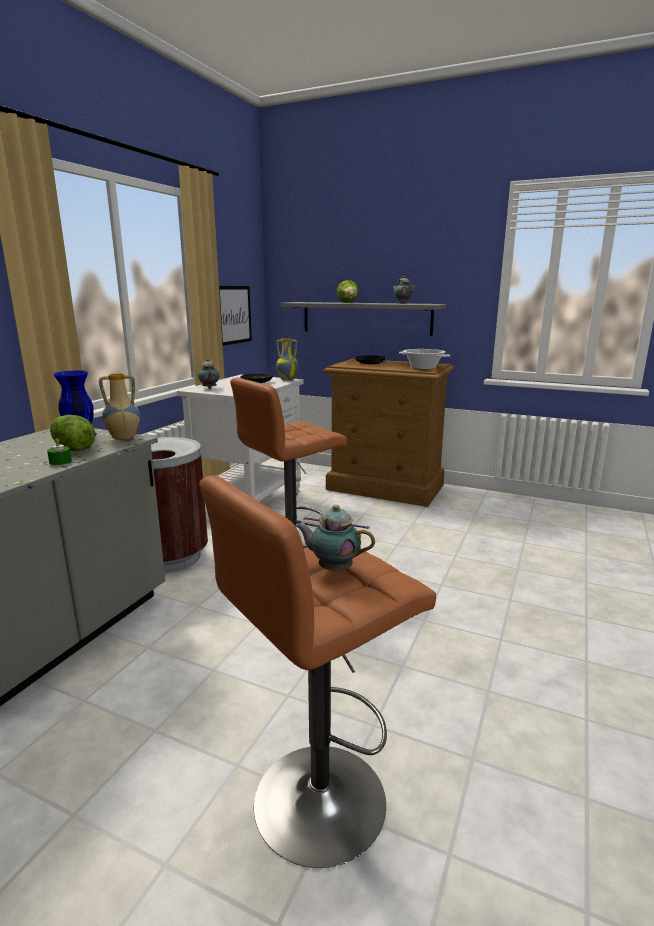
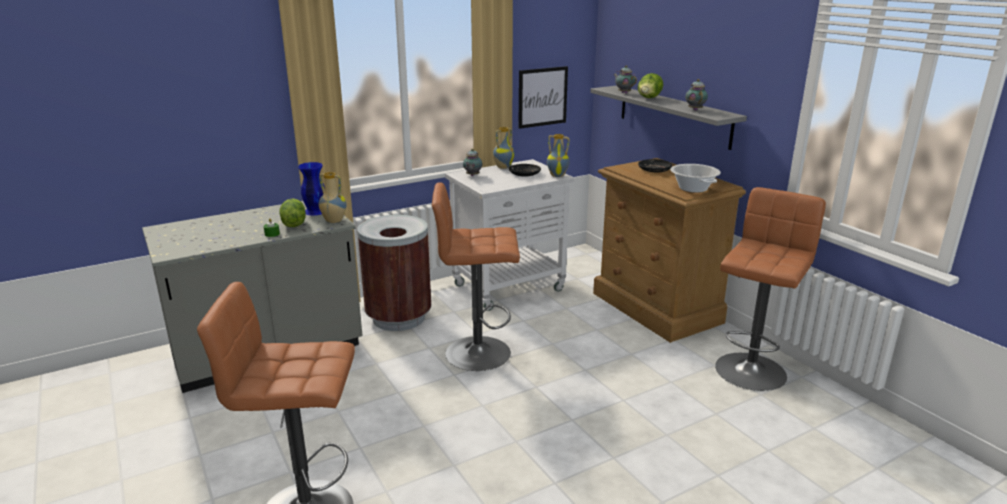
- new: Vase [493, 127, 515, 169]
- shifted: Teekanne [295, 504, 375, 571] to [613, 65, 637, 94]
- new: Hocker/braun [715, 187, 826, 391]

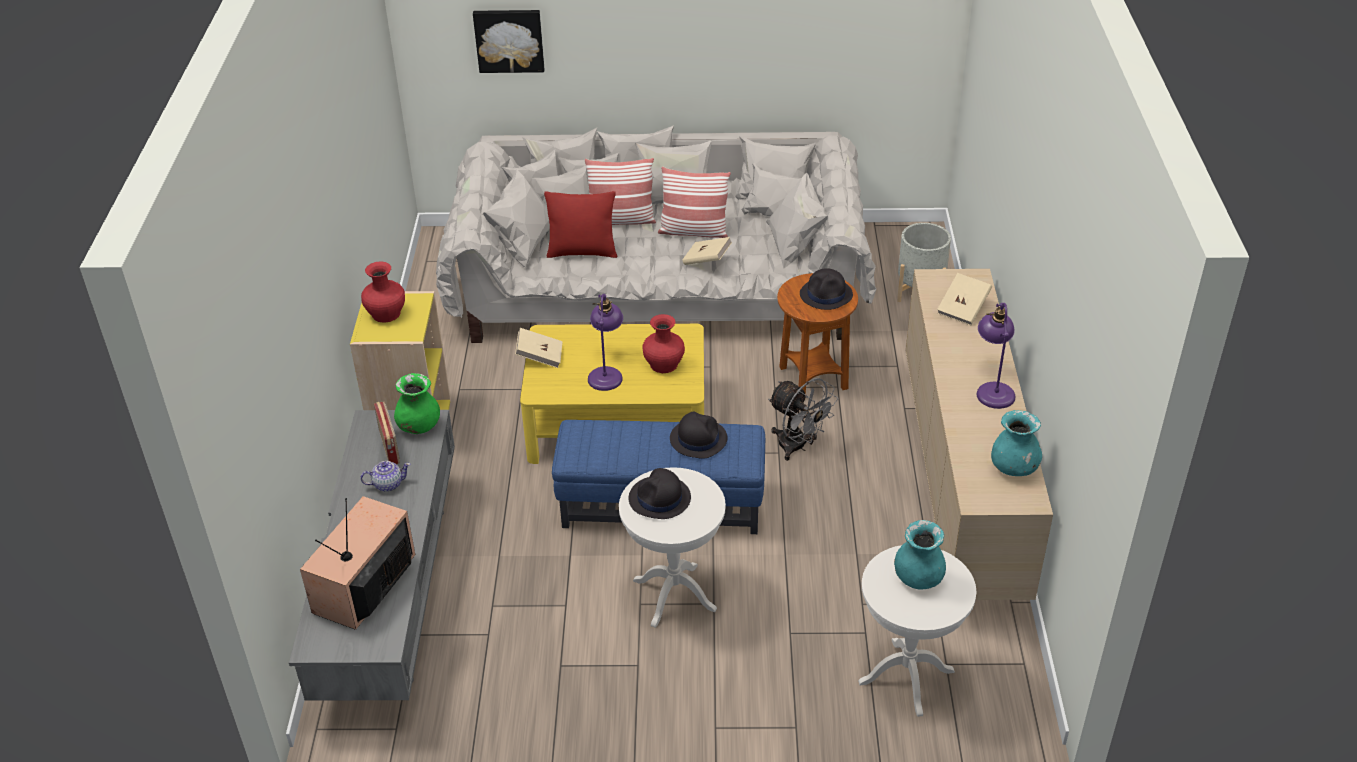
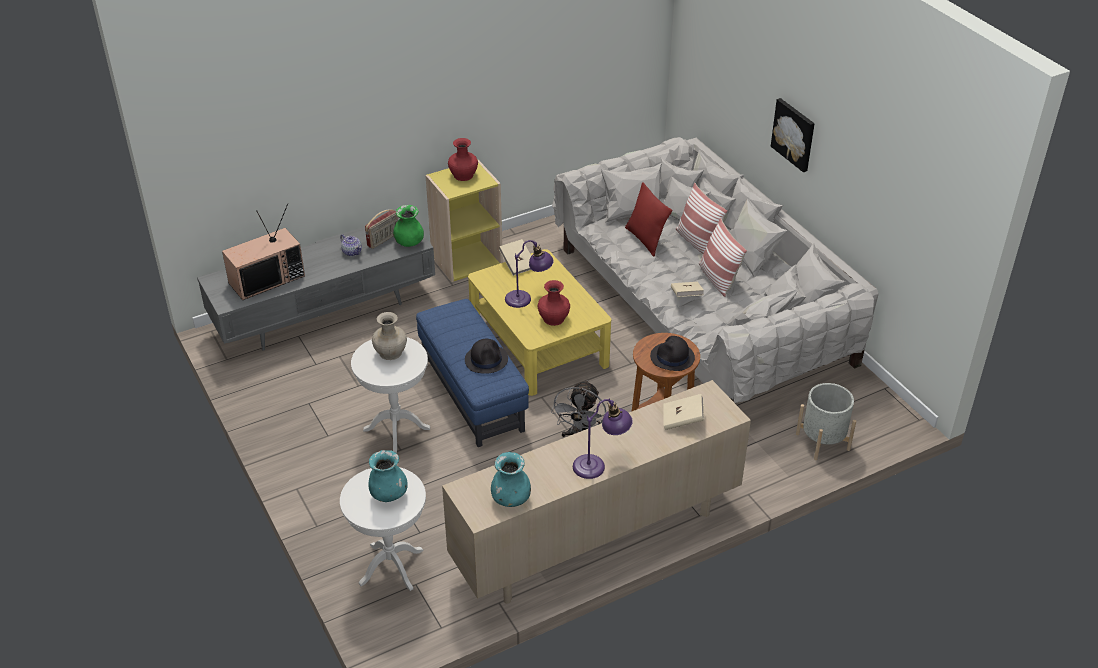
- rotated: Fernseher [300, 496, 415, 630] = [222, 203, 305, 300] 150 degrees clockwise
- swapped: Hut/schwarz [629, 468, 691, 519] to Vase/beige [372, 312, 407, 360]
- shifted: Bild [473, 10, 544, 73] to [771, 98, 815, 172]

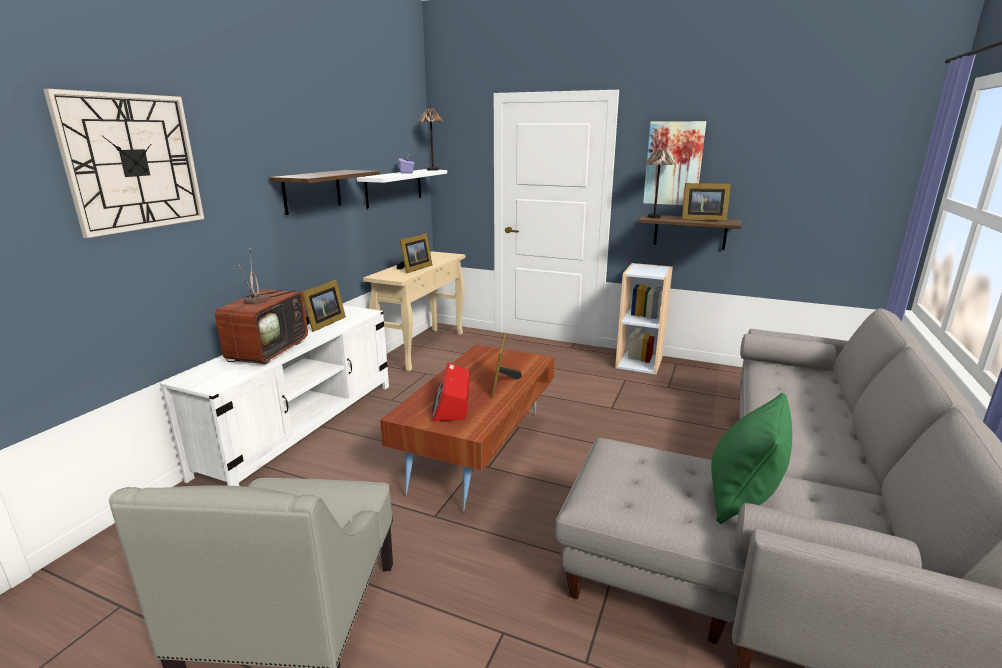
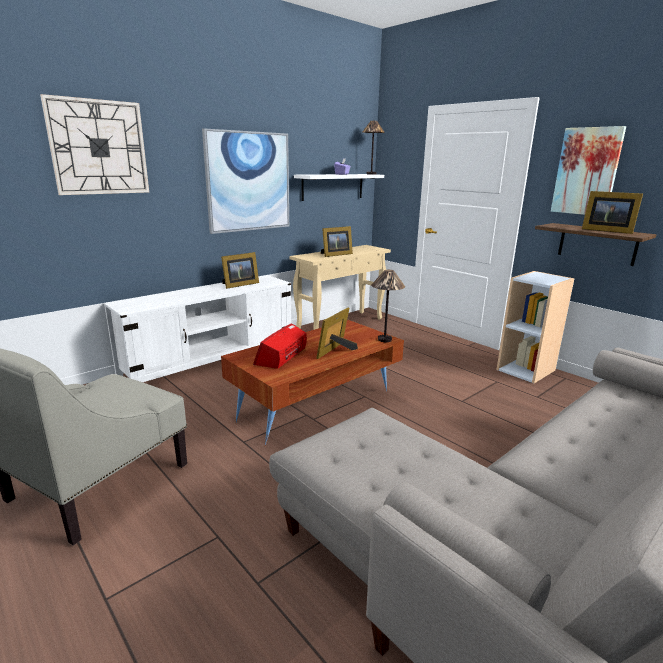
- swapped: Wandregal [270, 170, 380, 215] to Bild [202, 128, 289, 234]
- shifted: Tischlampe [644, 149, 675, 218] to [371, 270, 405, 342]
- gone: Fernseher [215, 248, 308, 364]
- gone: Kissen/grün [711, 393, 792, 524]

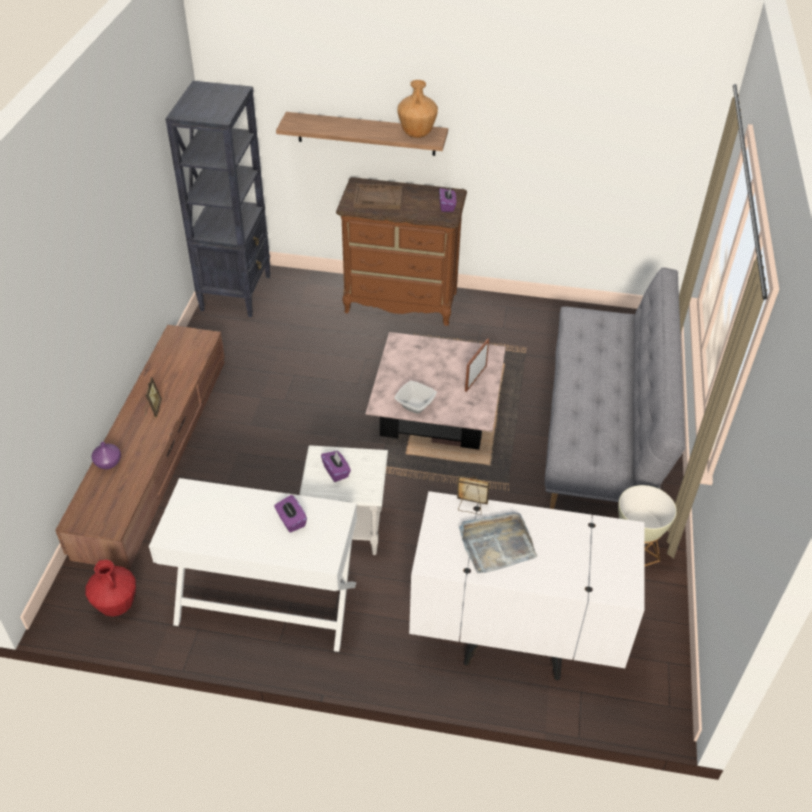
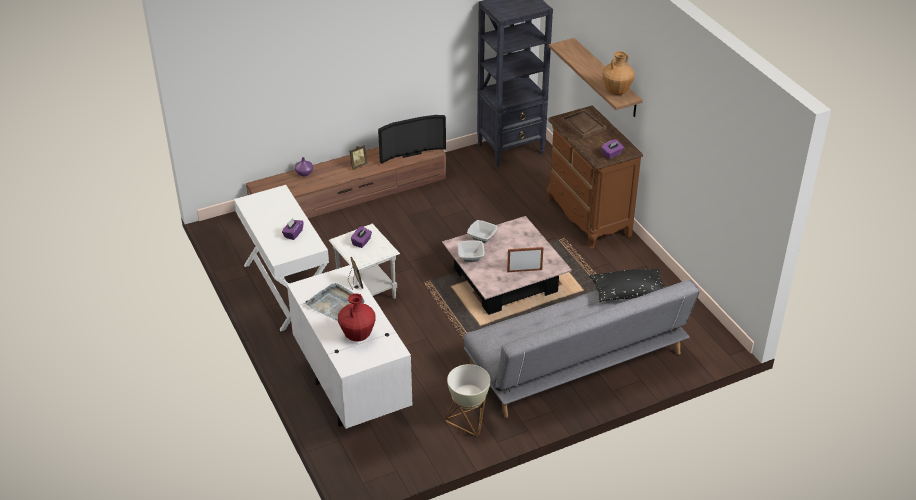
- shifted: Vase/rot [85, 560, 136, 617] to [338, 293, 375, 342]
- new: Fernseher [378, 115, 446, 164]
- new: Schüssel [467, 220, 498, 243]
- new: Kissen/schwarz [590, 269, 665, 302]

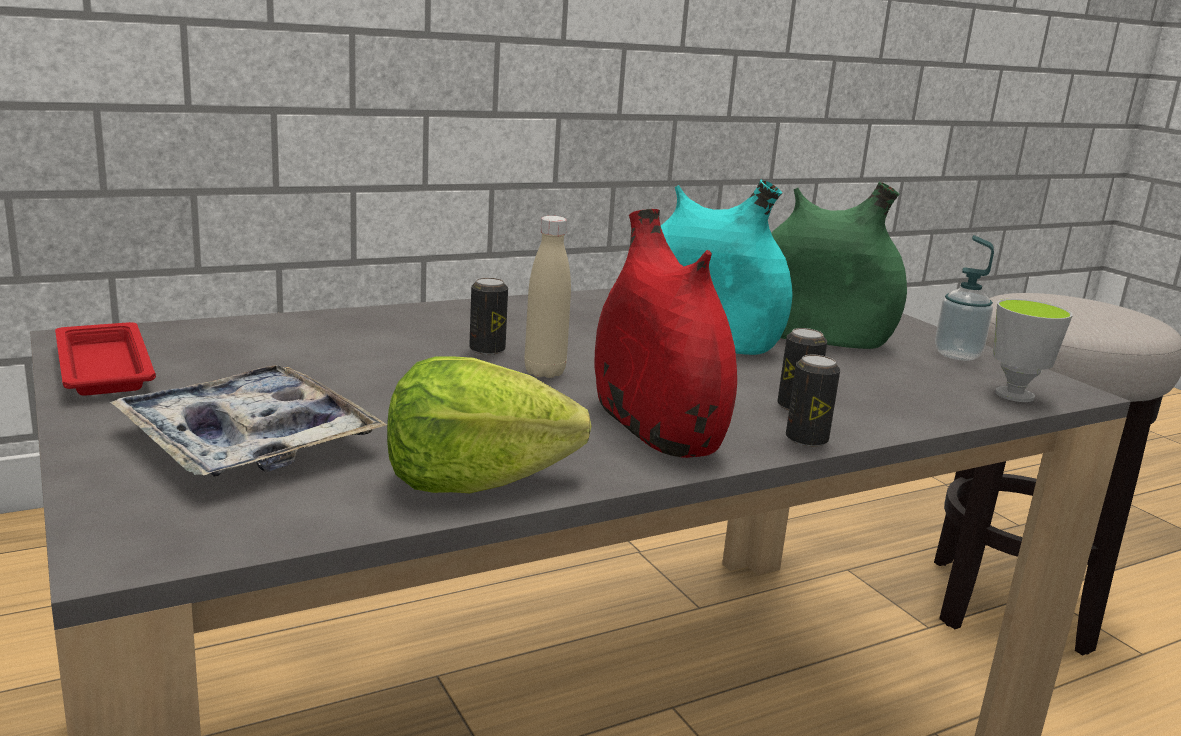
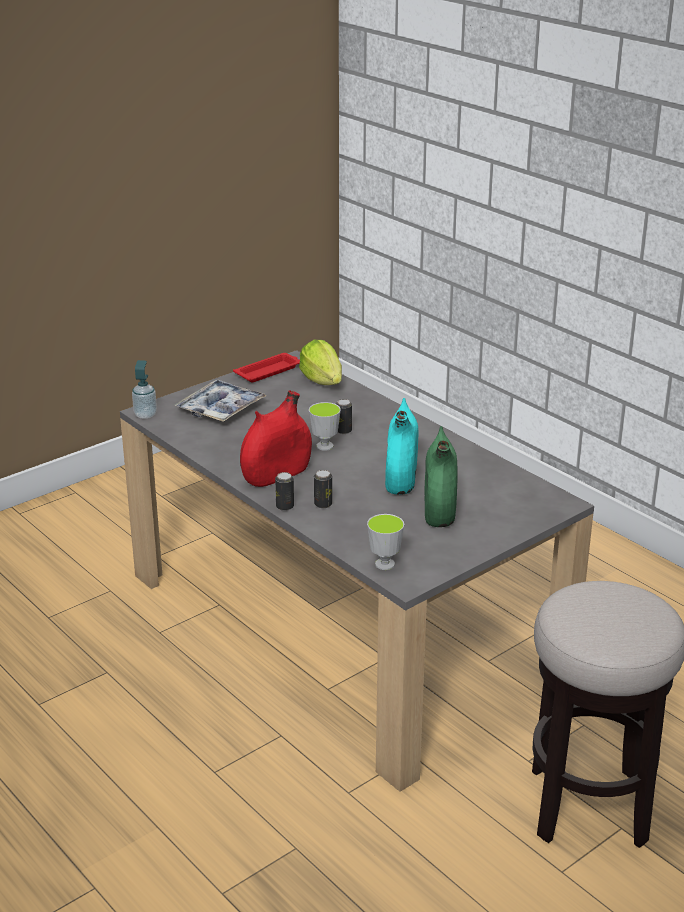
- shifted: Seifenspender [935, 235, 994, 361] to [132, 360, 157, 419]
- shifted: Salatkopf [387, 356, 591, 493] to [299, 340, 342, 385]
- swapped: Flasche/beige [525, 216, 571, 378] to Tasse [309, 402, 341, 451]

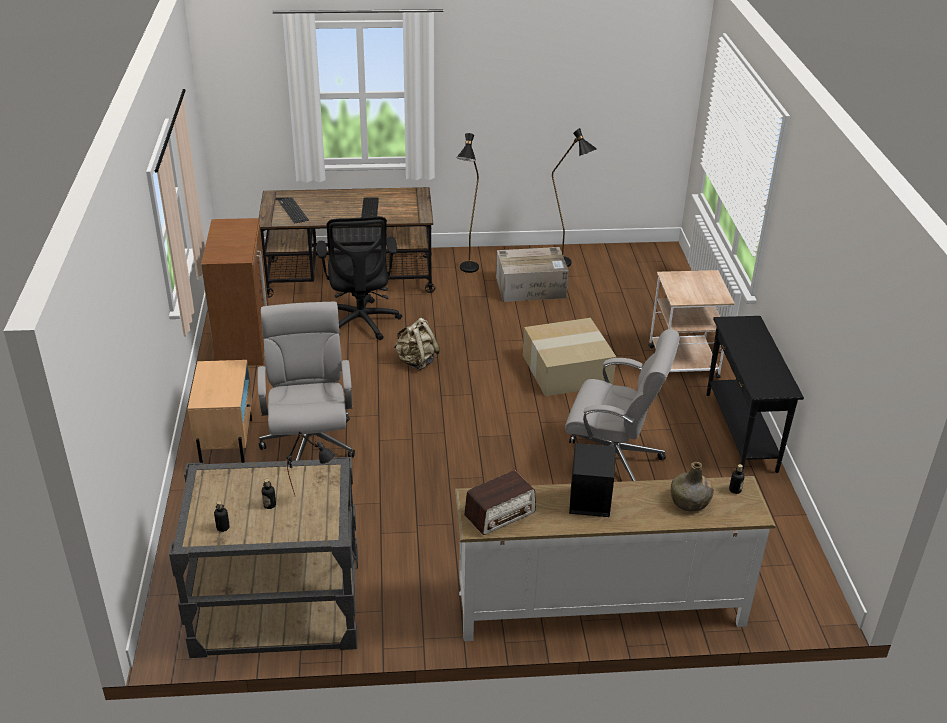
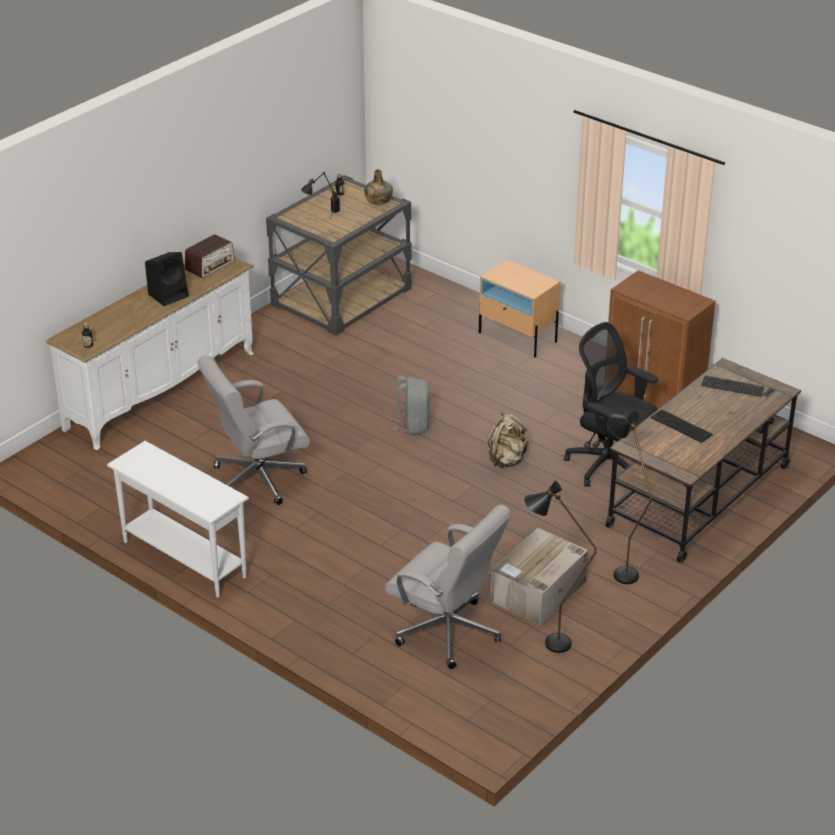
- repainted: Konsolentisch/schwarz [706, 316, 804, 473] to Konsolentisch/weiß [107, 441, 249, 598]
- rotated: Radio [464, 470, 536, 535] = [185, 234, 235, 278] 150 degrees counterclockwise
- shifted: Flasche/grün [671, 462, 714, 512] to [364, 169, 393, 205]
- shifted: Bürostuhl/grau [257, 302, 355, 461] to [385, 505, 511, 669]
- new: Rucksack/grau [390, 376, 430, 435]
- gone: Karton [523, 318, 616, 396]
- gone: Rollwagen/beige [648, 270, 735, 378]

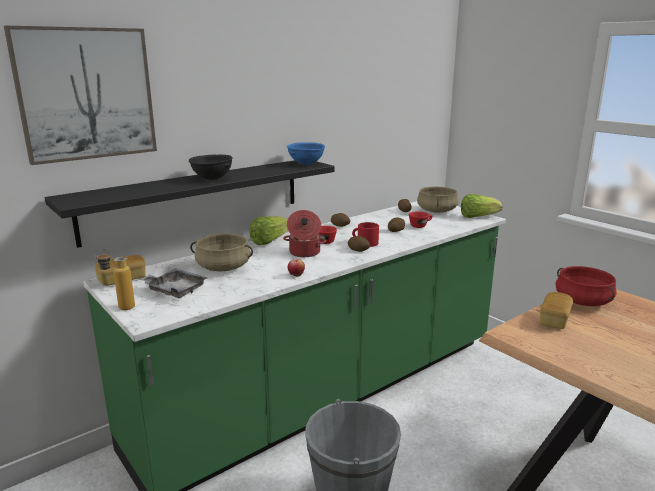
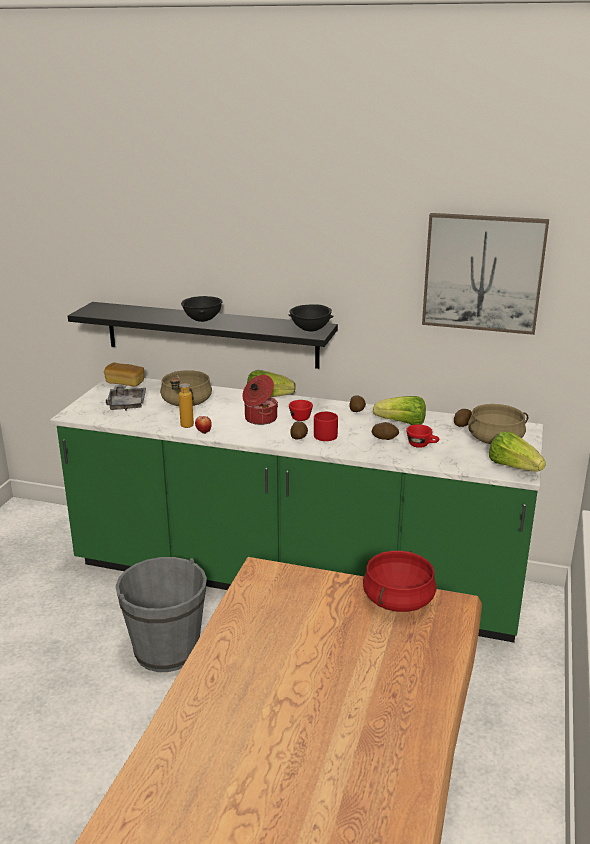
- shifted: Flasche [96, 249, 135, 310] to [170, 373, 194, 428]
- repainted: Schüssel/blau [287, 142, 325, 165] to Schüssel/schwarz [289, 304, 334, 331]
- new: Salatkopf [373, 396, 426, 425]
- shifted: Bild [4, 26, 157, 165] to [422, 213, 549, 335]
- gone: Brot [540, 292, 573, 329]

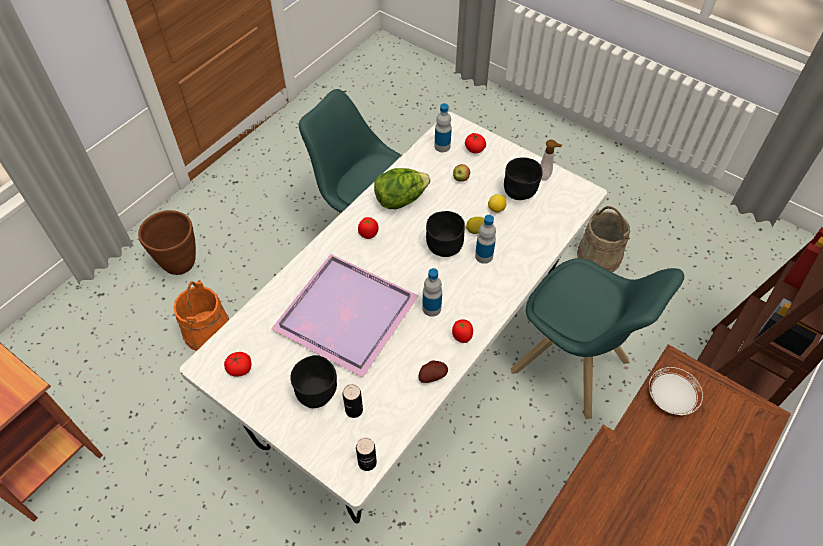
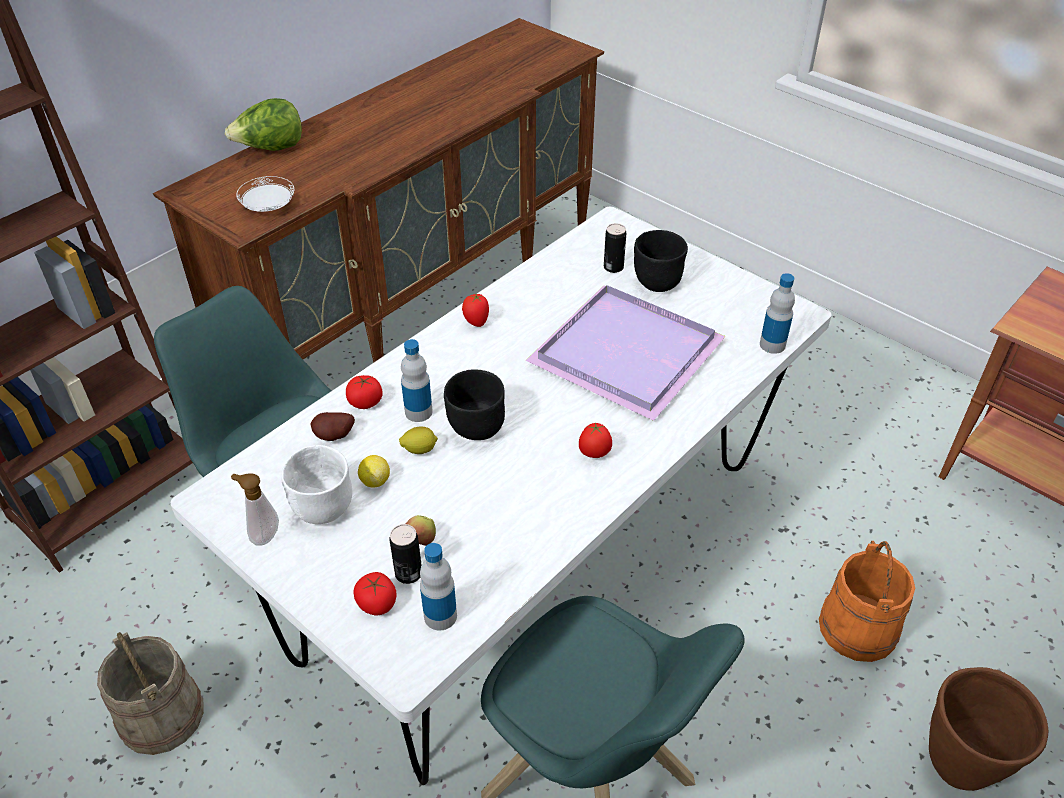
- shifted: Salatkopf [374, 168, 431, 209] to [225, 98, 302, 151]
- repainted: Schüssel/schwarz [504, 157, 543, 200] to Schüssel/weiß [281, 445, 352, 524]
- shifted: Kartoffel [419, 361, 448, 383] to [310, 412, 355, 441]
- shifted: Tomate [224, 352, 251, 377] to [346, 375, 383, 409]
- shifted: Dose [356, 437, 377, 471] to [389, 524, 421, 584]
- shifted: Flasche [422, 268, 442, 317] to [760, 273, 795, 354]

